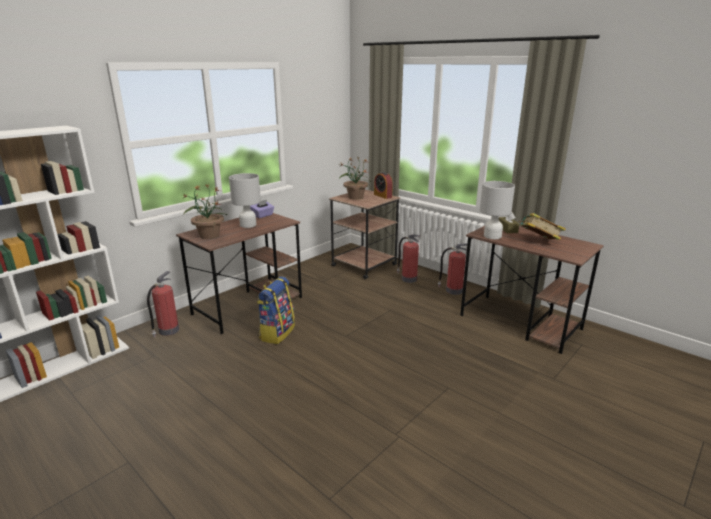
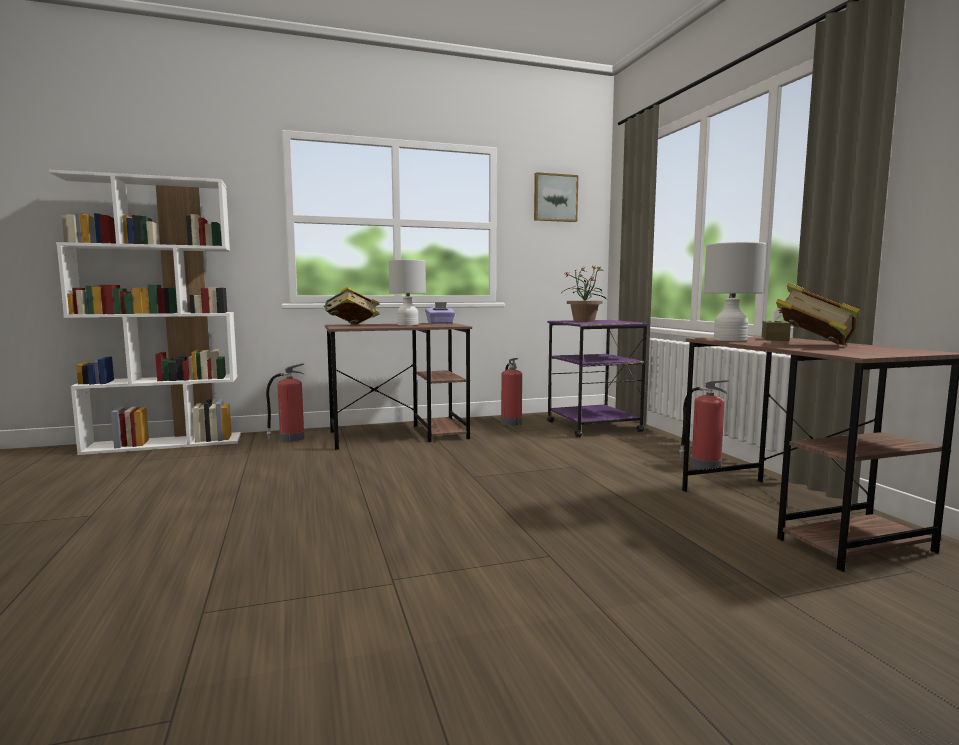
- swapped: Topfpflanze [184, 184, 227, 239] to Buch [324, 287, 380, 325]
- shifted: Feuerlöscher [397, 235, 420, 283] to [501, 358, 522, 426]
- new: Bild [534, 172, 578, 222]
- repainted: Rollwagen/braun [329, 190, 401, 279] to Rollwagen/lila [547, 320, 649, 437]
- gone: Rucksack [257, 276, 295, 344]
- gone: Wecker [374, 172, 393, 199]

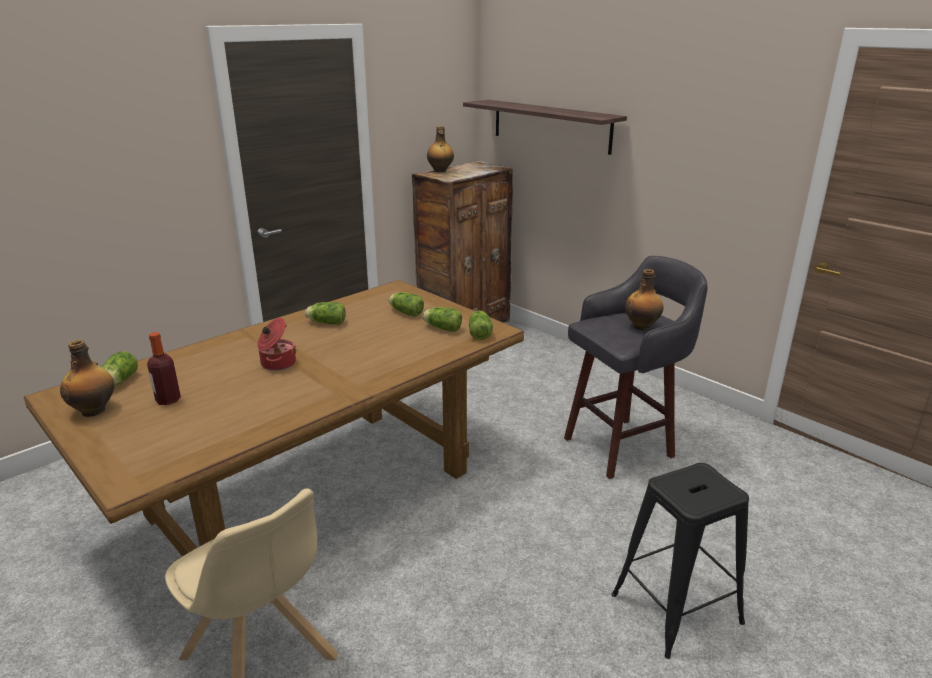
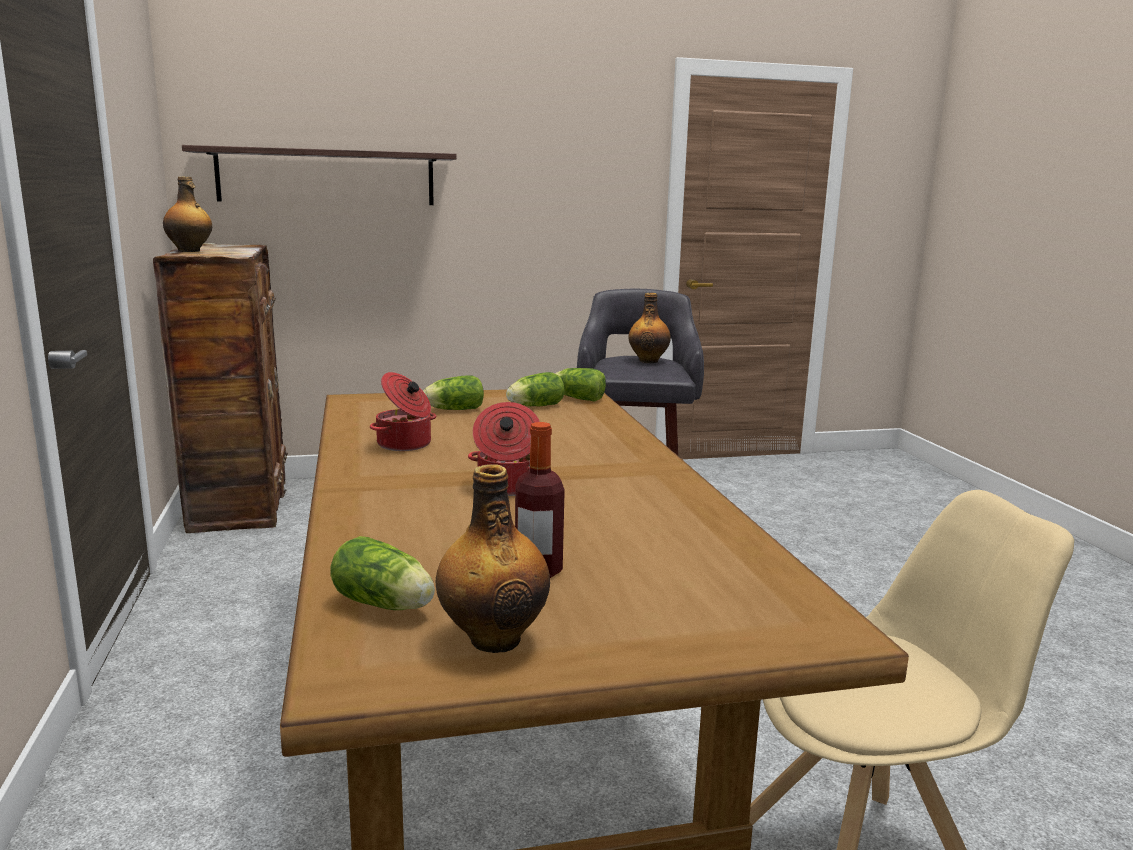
- swapped: Salatkopf [305, 302, 346, 325] to Kochtopf [370, 372, 436, 451]
- gone: Hocker/schwarz [611, 463, 749, 659]

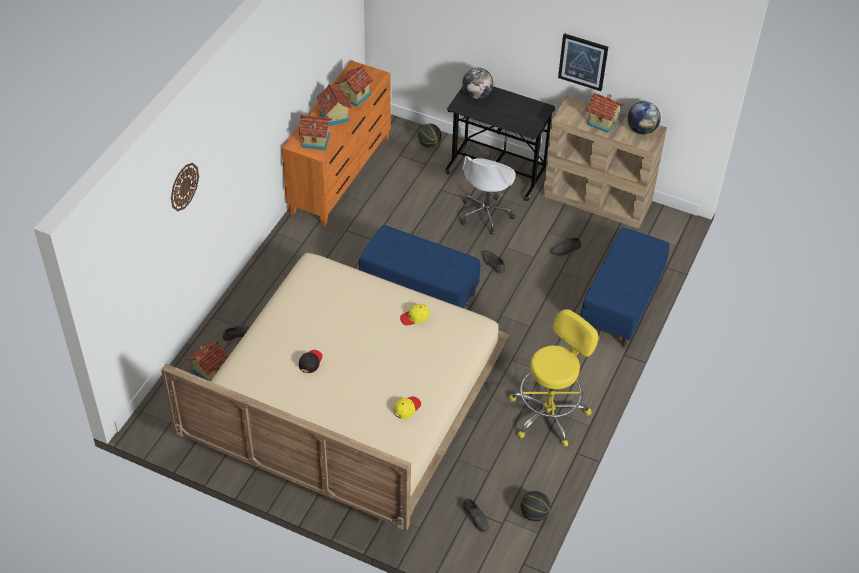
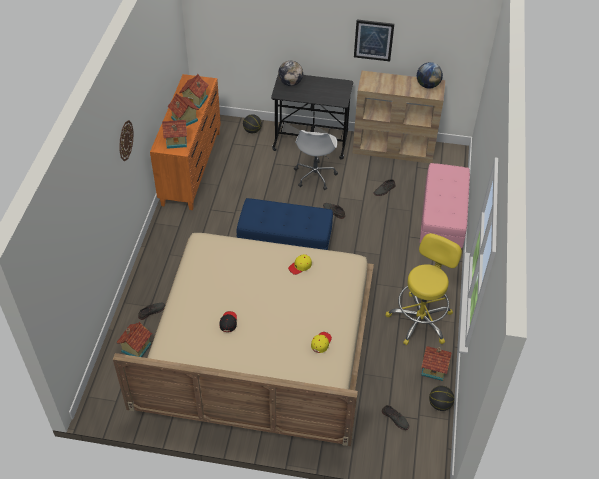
- shifted: Wanduhr [171, 163, 199, 211] to [119, 120, 134, 161]
- repainted: Bank/blau [581, 227, 670, 348] to Bank/rosa [420, 163, 470, 249]
- shifted: Spielzeughaus [586, 92, 624, 133] to [421, 346, 452, 381]

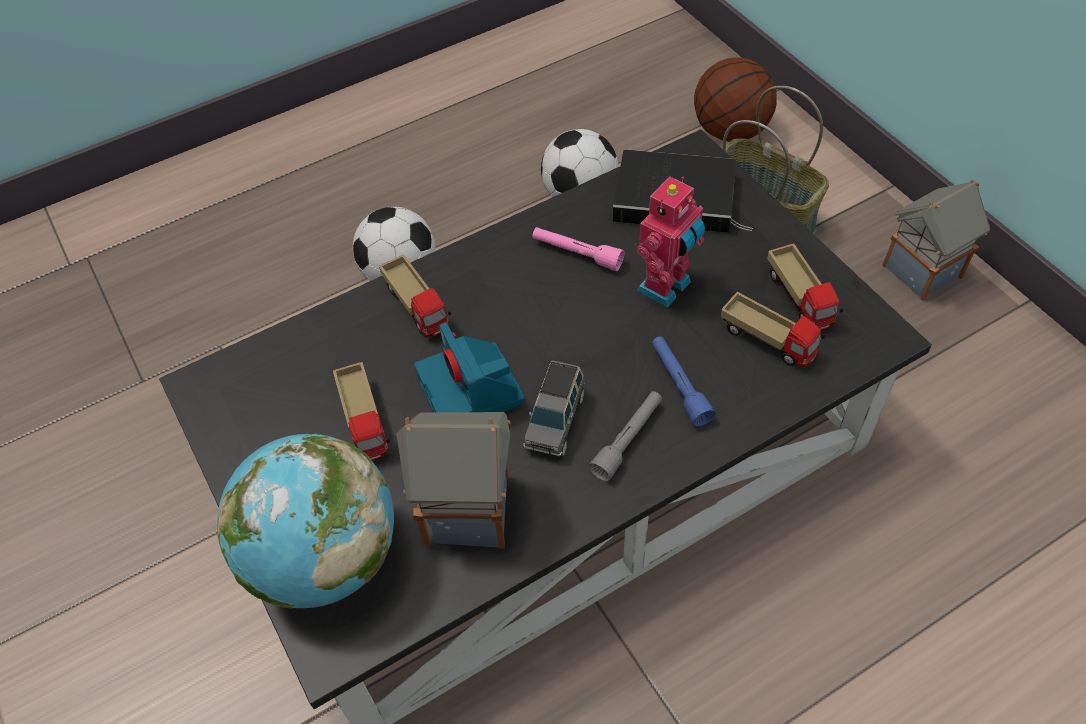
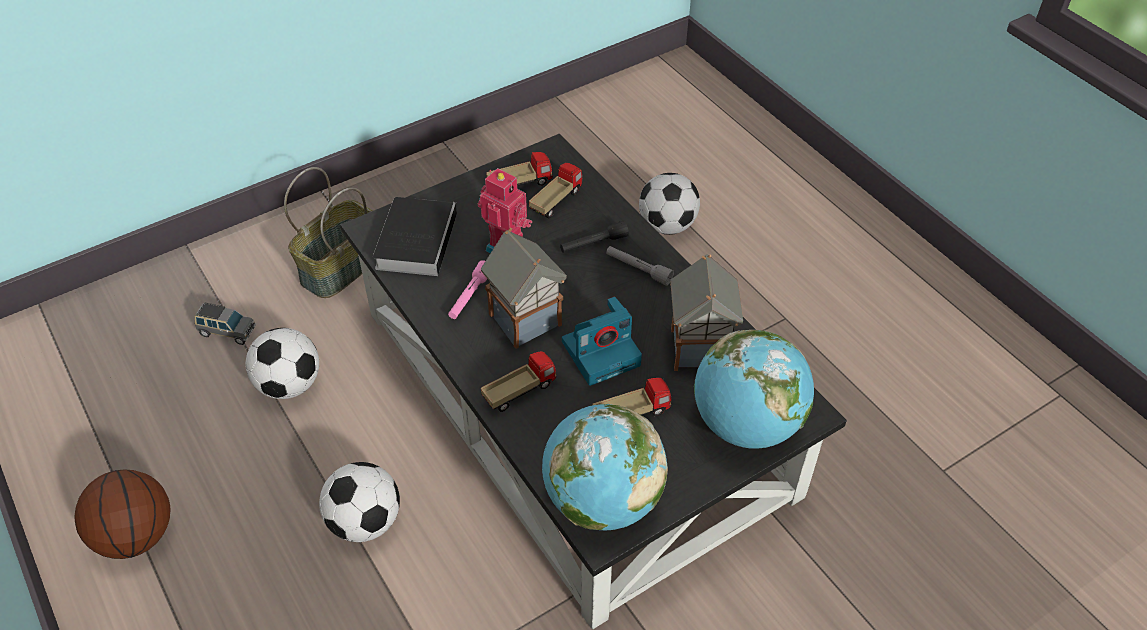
- shifted: Basketball [694, 57, 777, 142] to [74, 469, 170, 559]
- shifted: Spielzeugauto/grau [524, 360, 585, 457] to [195, 302, 256, 345]
- shifted: Spielzeughaus [882, 180, 990, 301] to [481, 227, 567, 349]
- new: Globus [542, 404, 668, 531]
- repainted: Taschenlampe/blau [652, 336, 716, 426] to Taschenlampe/schwarz [560, 221, 629, 253]
- new: Fußball [639, 173, 700, 235]

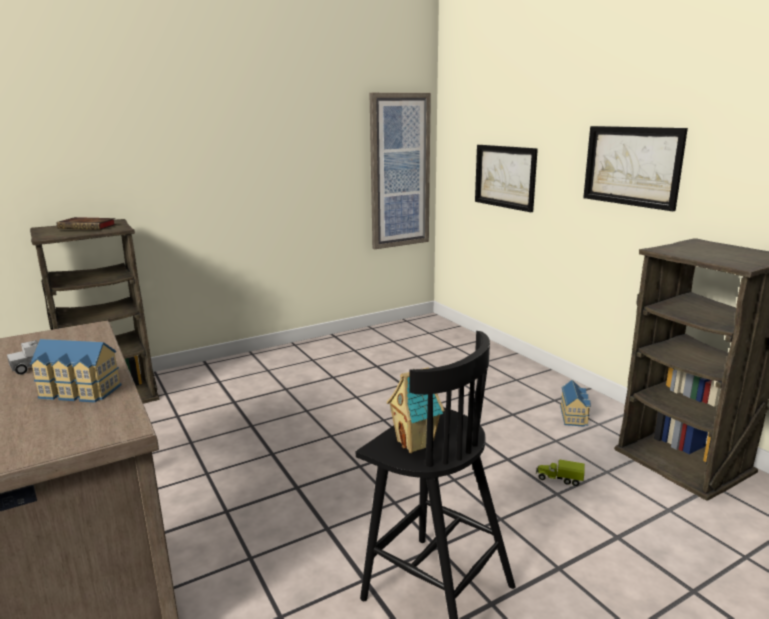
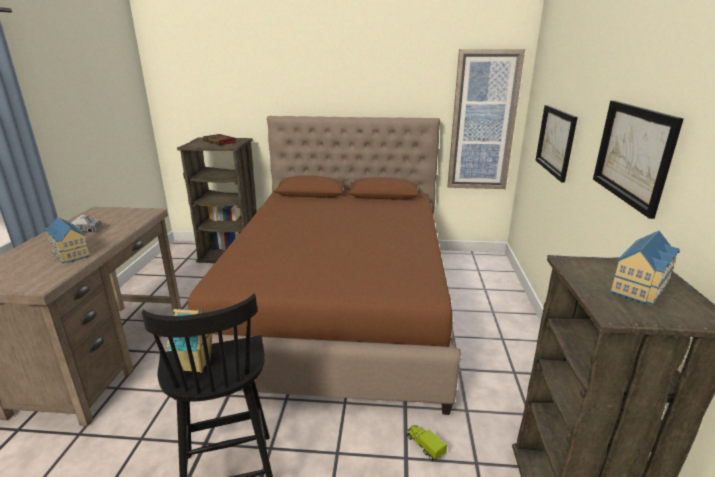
- new: Bett/braun [188, 116, 461, 415]
- shifted: Spielzeughaus [560, 380, 591, 427] to [609, 231, 680, 305]

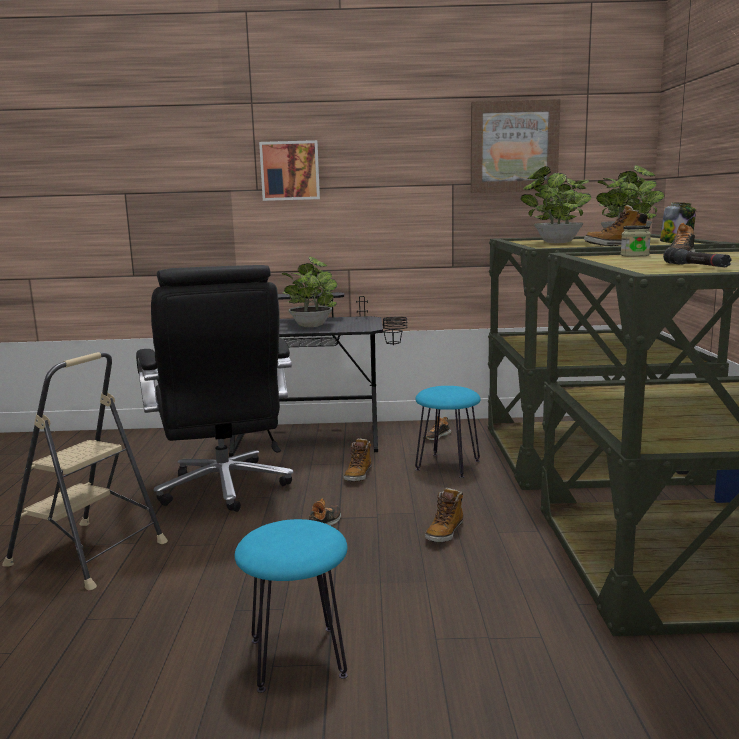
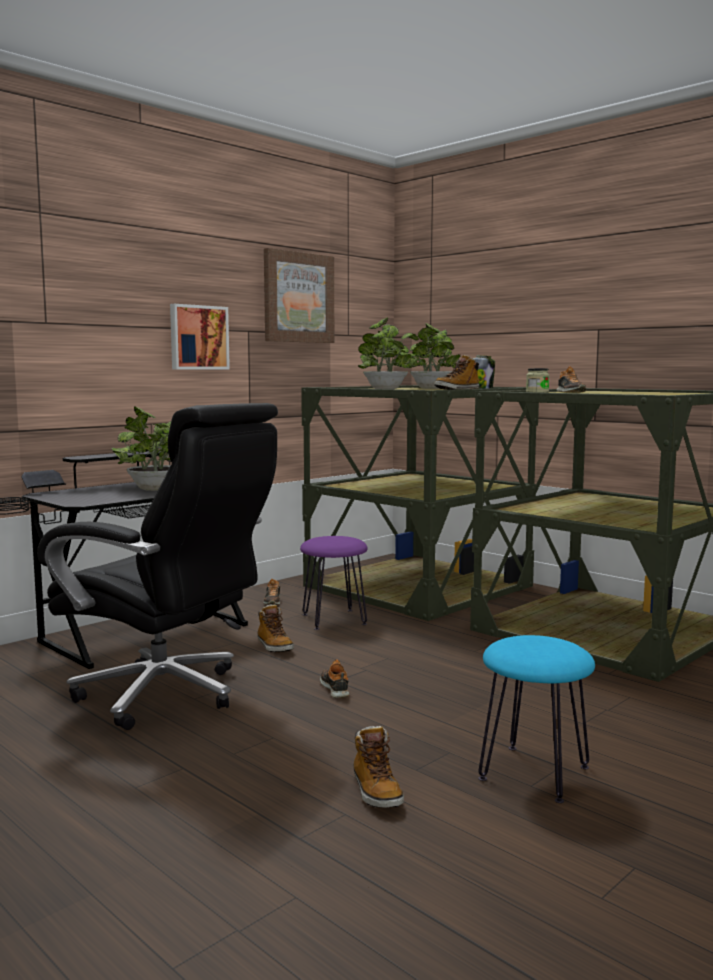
- shifted: Bild [259, 140, 320, 201] to [170, 304, 230, 369]
- repainted: Hocker/türkis [415, 386, 481, 478] to Hocker/lila [300, 536, 368, 630]
- shifted: Stiefel [425, 488, 464, 543] to [354, 726, 404, 808]
- gone: Trittleiter/beige [2, 352, 168, 590]
- gone: Taschenlampe/schwarz [663, 248, 732, 267]

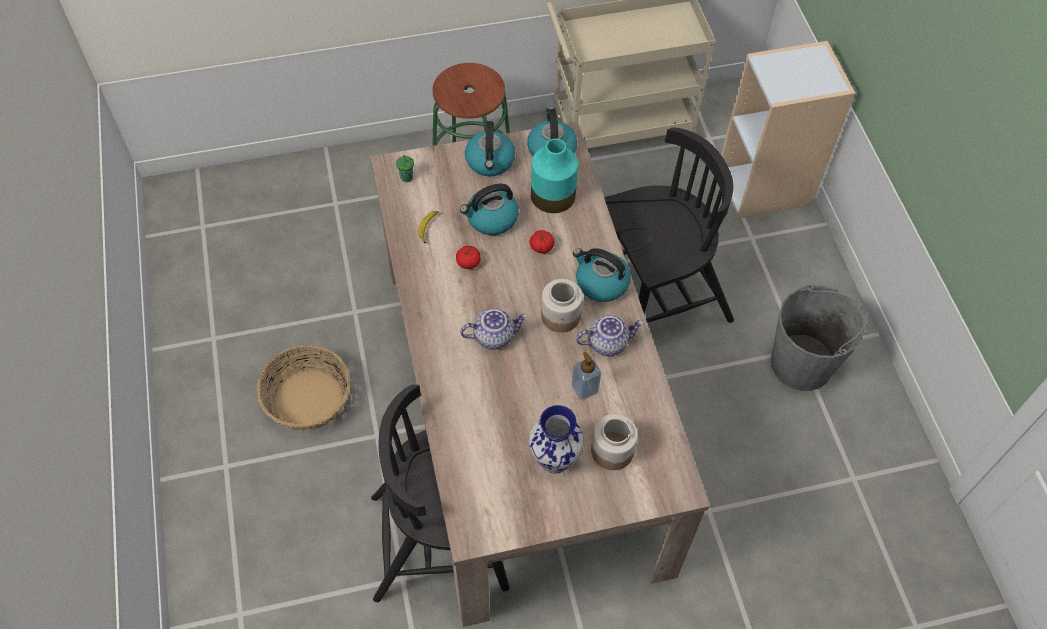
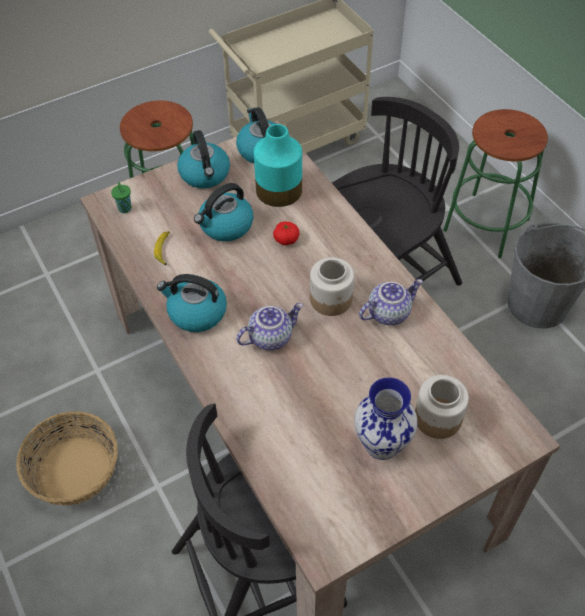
- shifted: Wasserkessel [573, 248, 631, 302] to [157, 274, 227, 332]
- new: Hocker/grün [443, 109, 548, 258]
- gone: Tomate [456, 246, 481, 269]
- gone: Seifenspender [572, 352, 601, 400]
- gone: Bücherregal [721, 41, 855, 219]

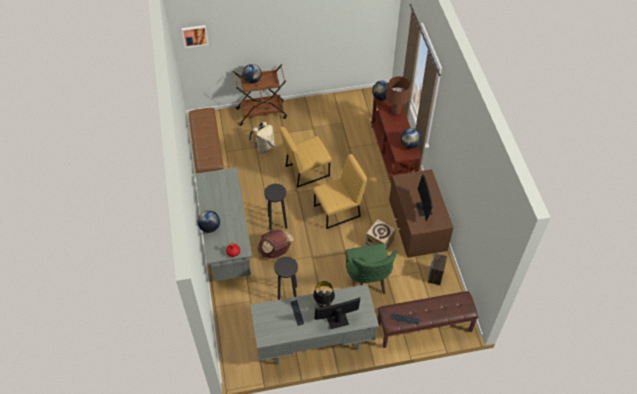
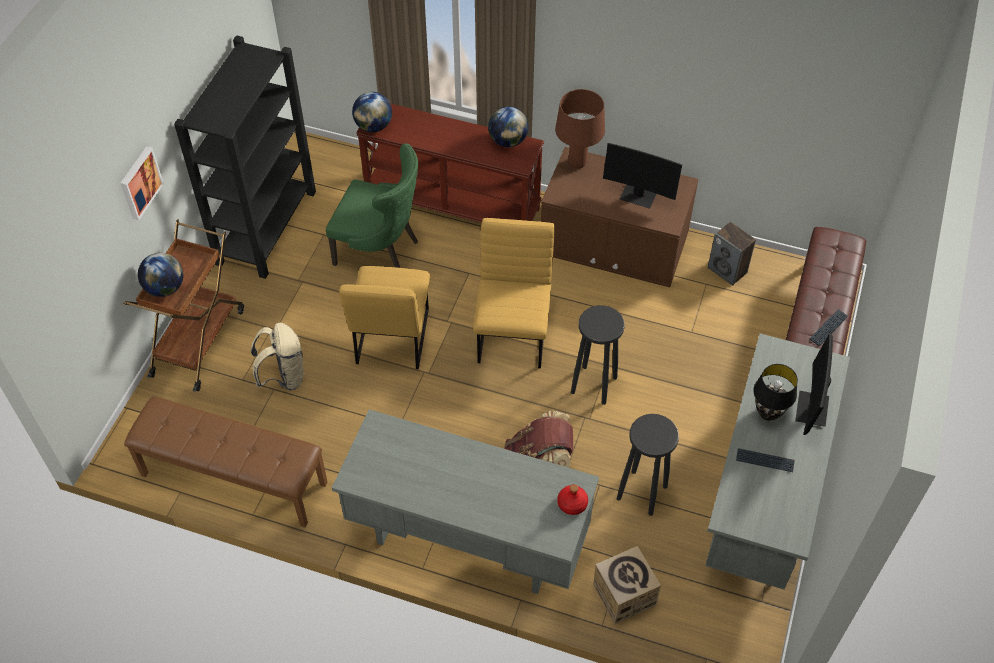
- shifted: Bild [182, 25, 209, 48] to [120, 146, 164, 221]
- new: Bücherregal/schwarz [174, 36, 316, 279]
- shifted: Stuhl/grün [346, 244, 397, 294] to [326, 143, 418, 268]
- shifted: Tischlampe/braun [386, 76, 410, 115] to [555, 89, 605, 169]
- shifted: Hocker/schwarz [264, 184, 288, 230] to [571, 305, 625, 405]
- shifted: Karton [365, 219, 396, 250] to [594, 546, 661, 624]
- gone: Globus [198, 210, 220, 233]

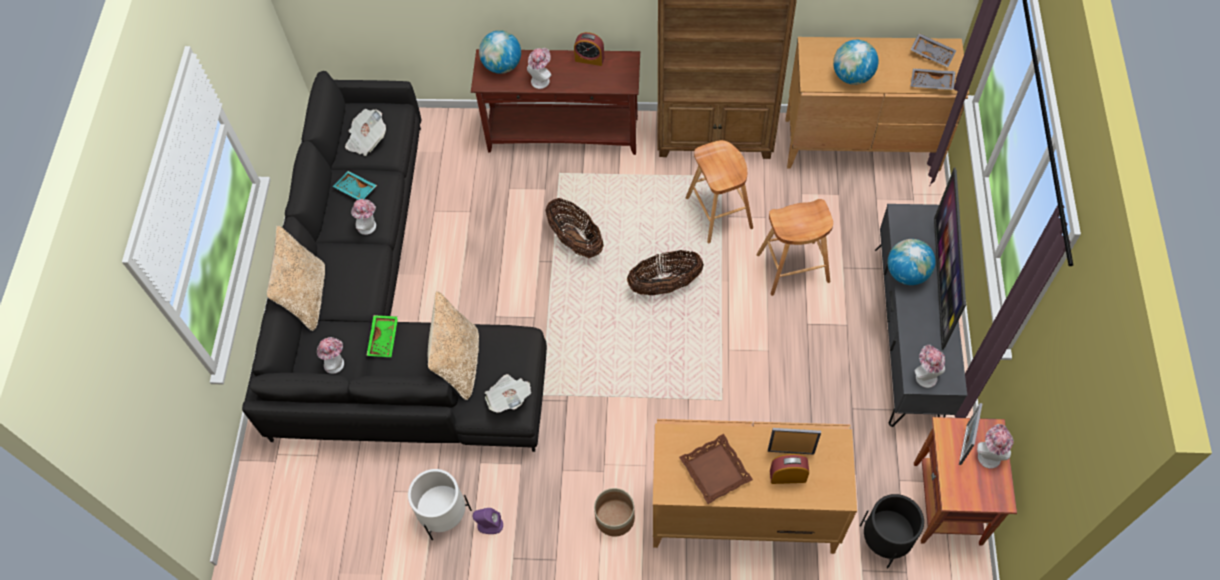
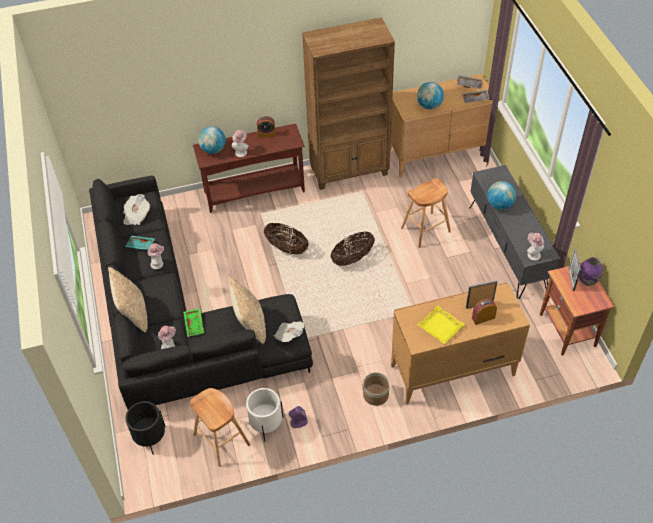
- shifted: Pflanzkübel/schwarz [860, 494, 924, 568] to [125, 401, 165, 455]
- shifted: Hocker/braun [686, 140, 753, 243] to [190, 388, 250, 467]
- repainted: Tablett/braun [679, 434, 753, 504] to Tablett/gelb [417, 305, 465, 344]
- swapped: Hut [977, 424, 1014, 469] to Vase/lila [579, 257, 603, 286]
- gone: Fernseher [934, 167, 966, 350]

